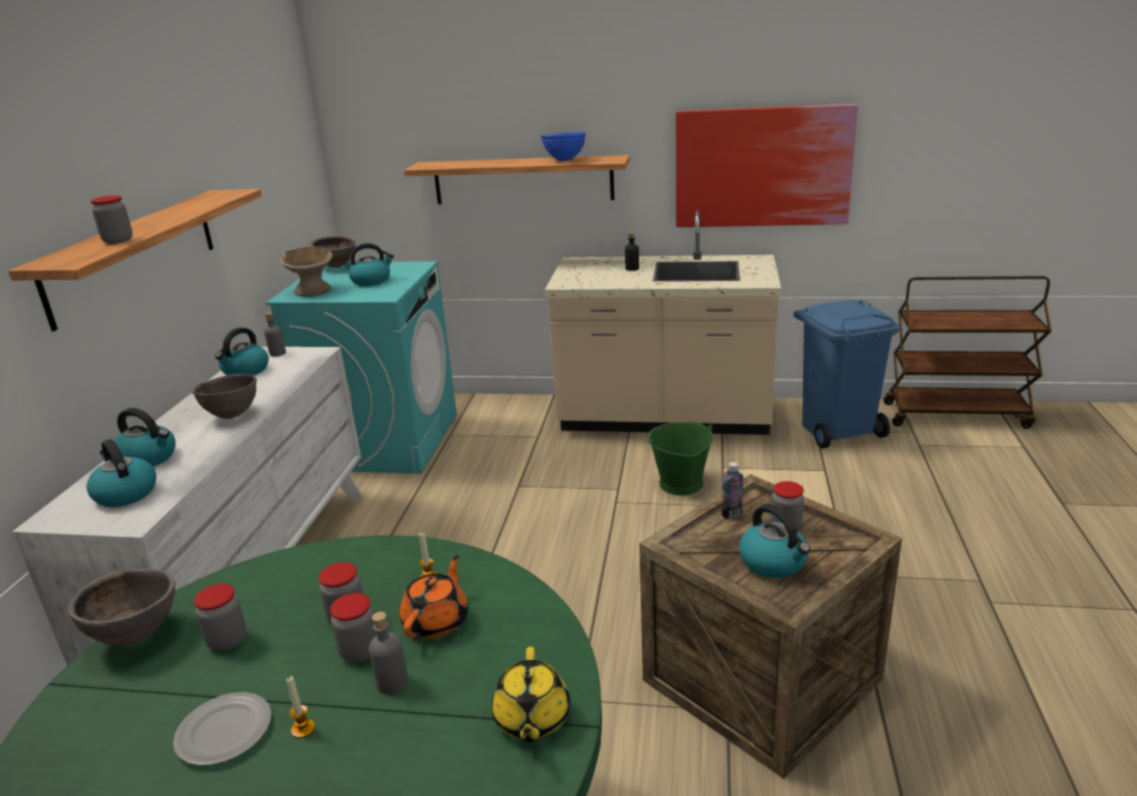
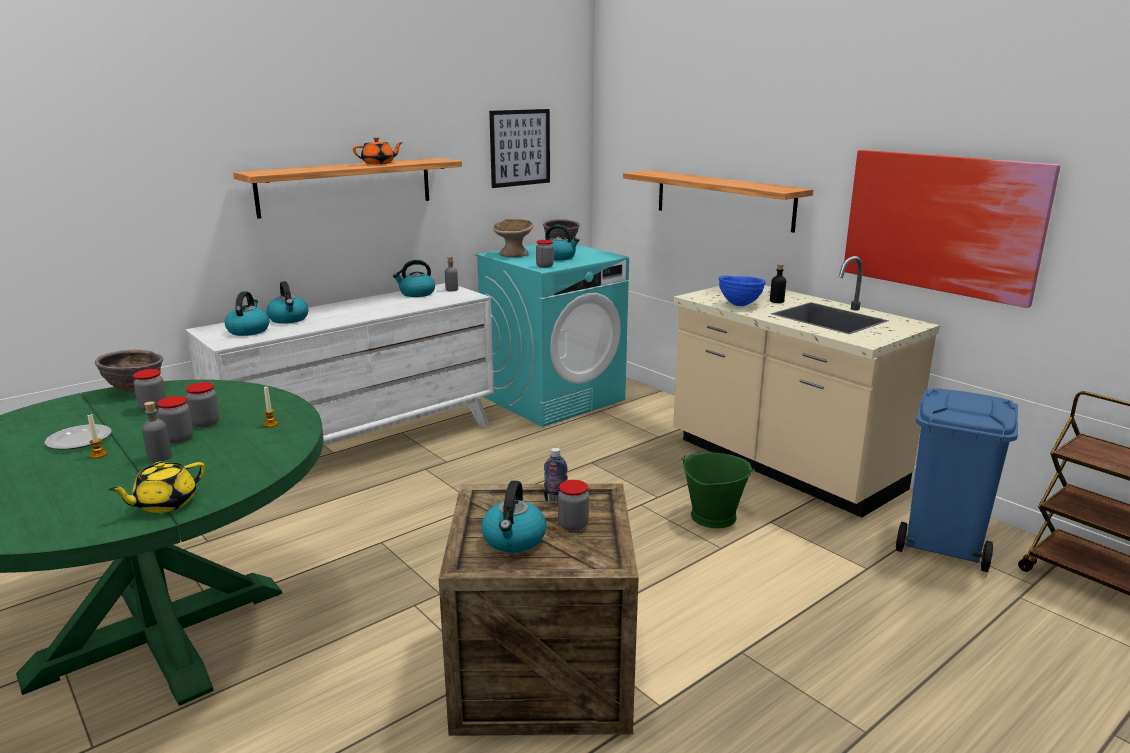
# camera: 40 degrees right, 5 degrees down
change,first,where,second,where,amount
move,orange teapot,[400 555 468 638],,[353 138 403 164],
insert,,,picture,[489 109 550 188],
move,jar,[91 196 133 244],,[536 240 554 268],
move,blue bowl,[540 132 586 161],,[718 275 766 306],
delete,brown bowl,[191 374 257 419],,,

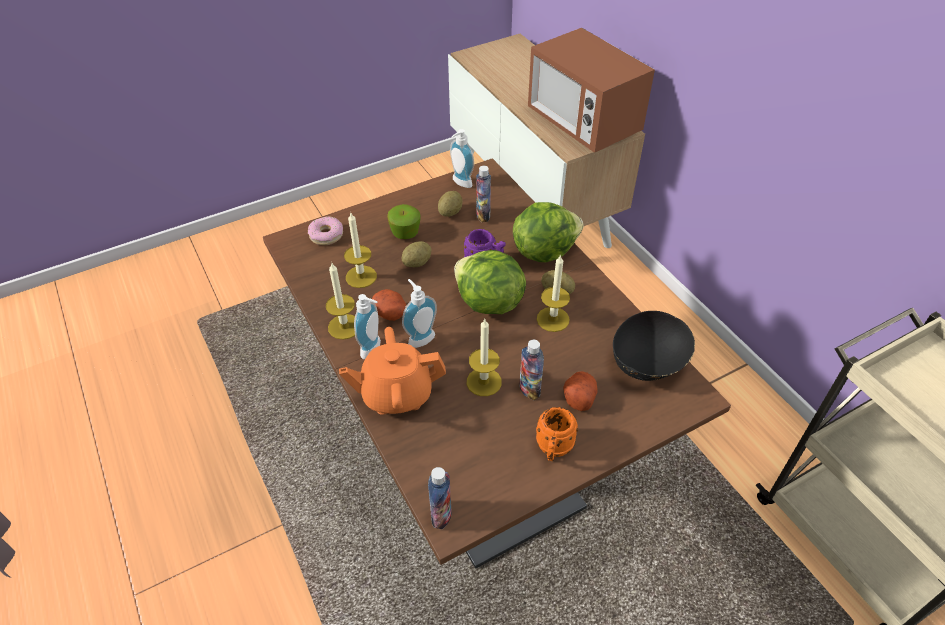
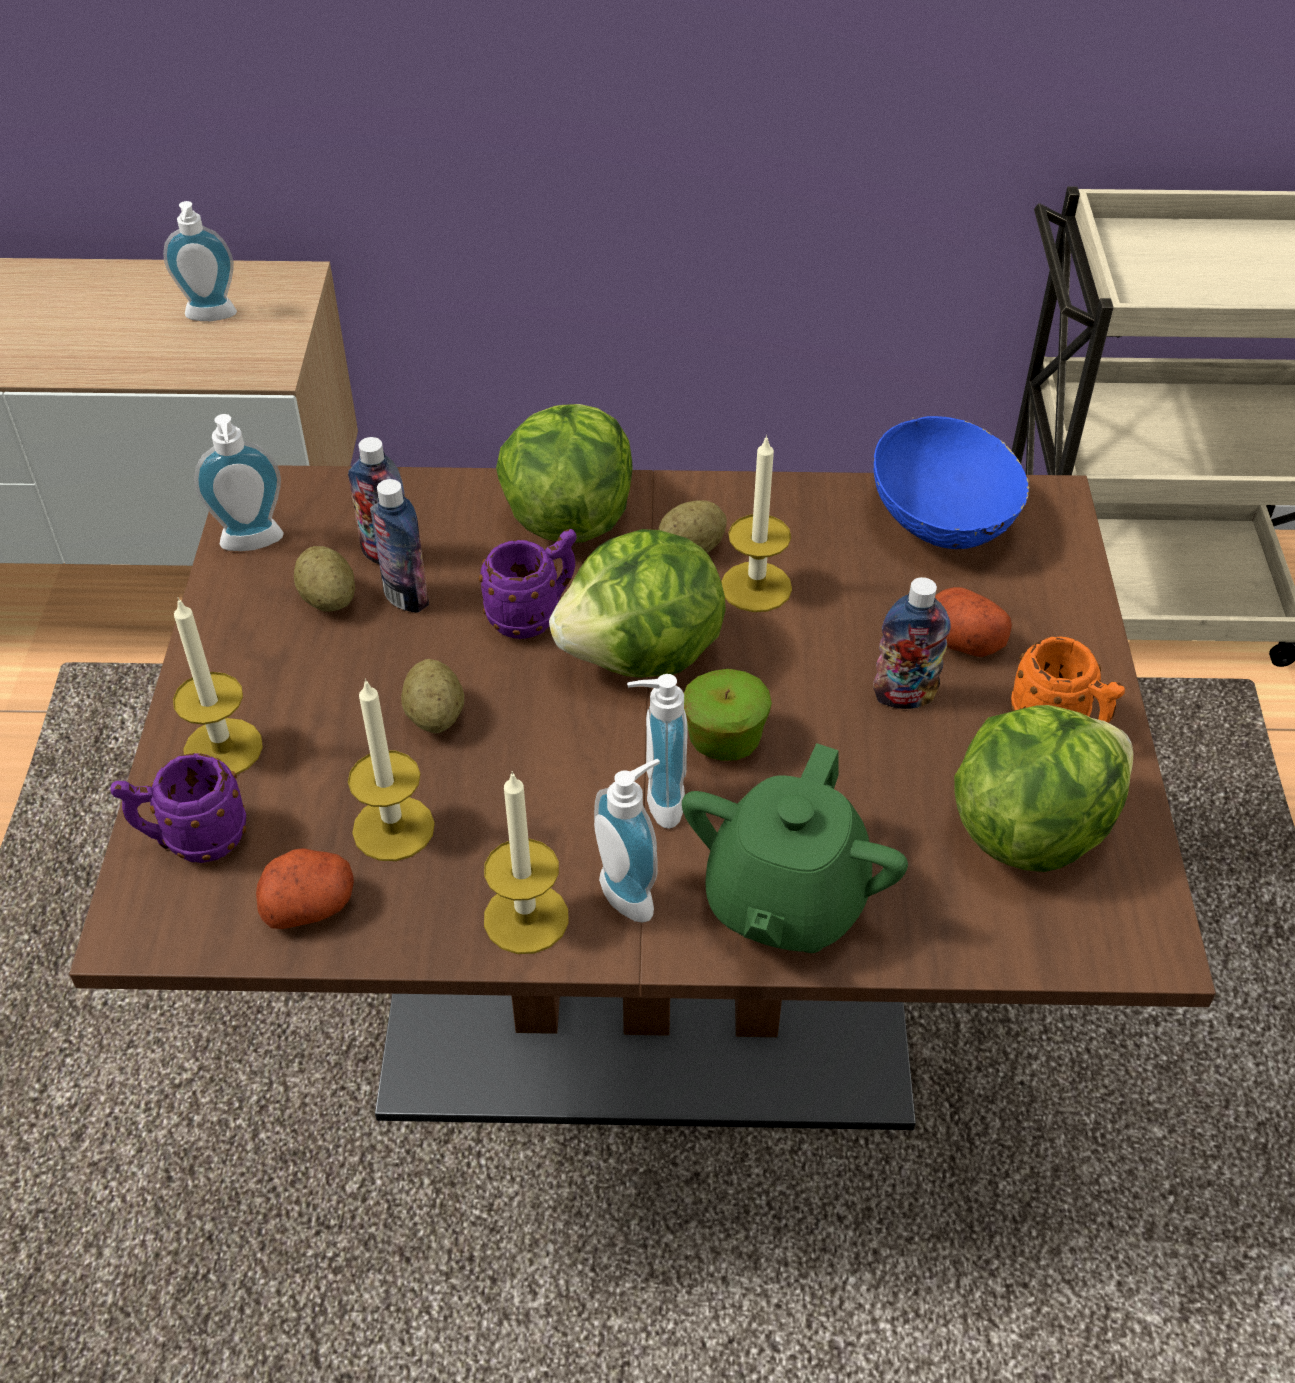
# camera: 60 degrees left, 0 degrees up
change,first,where,second,where,amount
replace,donut,[308 216 343 245],purple mug,[110 753 246 863],
replace,microwave,[528 28 655 153],soap dispenser,[163 201 237 321],
move,candle,[467 319 502 396],,[173 597 263 775],
move,potato,[372 289 406 321],,[256 848 354 929],
move,bottle,[428 467 452 529],,[370 479 429 612],
recolor,orange teapot,[339 327 446 415],green teapot,[682 743 908 953],
move,apple,[387 204 421 239],,[684 669 772 761],
recolor,black bowl,[613 311 695 381],blue bowl,[874 416 1030 549],
insert,,,lettuce,[954 705 1133 872],

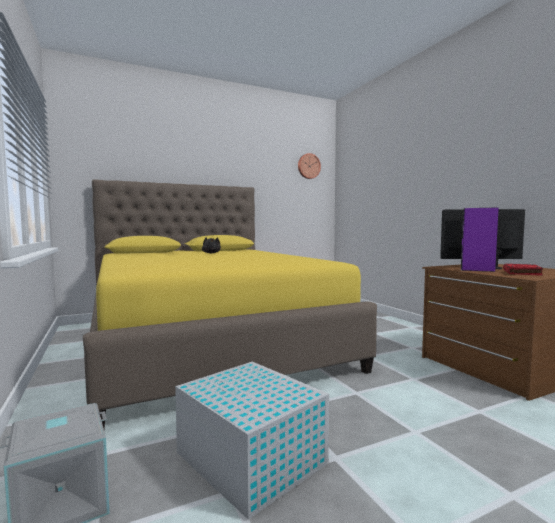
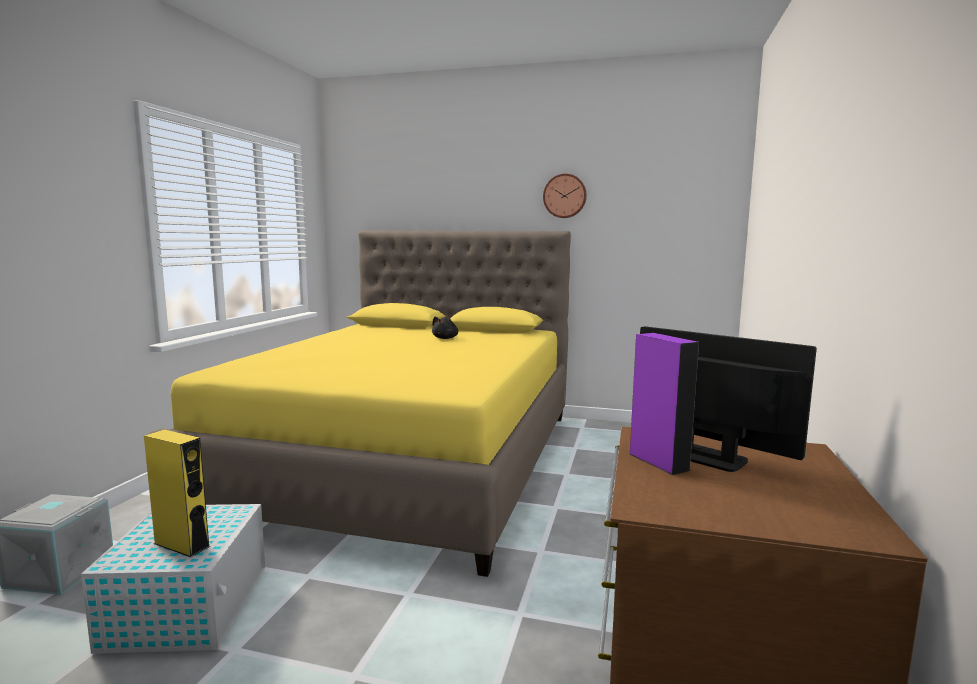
# camera: 40 degrees right, 5 degrees up
change,first,where,second,where,amount
insert,,,yellow speaker,[144 430 211 557],
move,wall clock,[298 153 321 179],,[543 174 587 218],
delete,red book,[503 263 543 276],,,

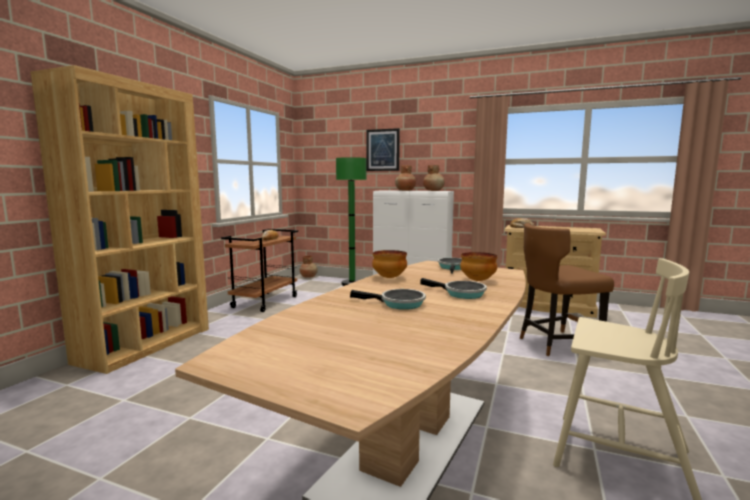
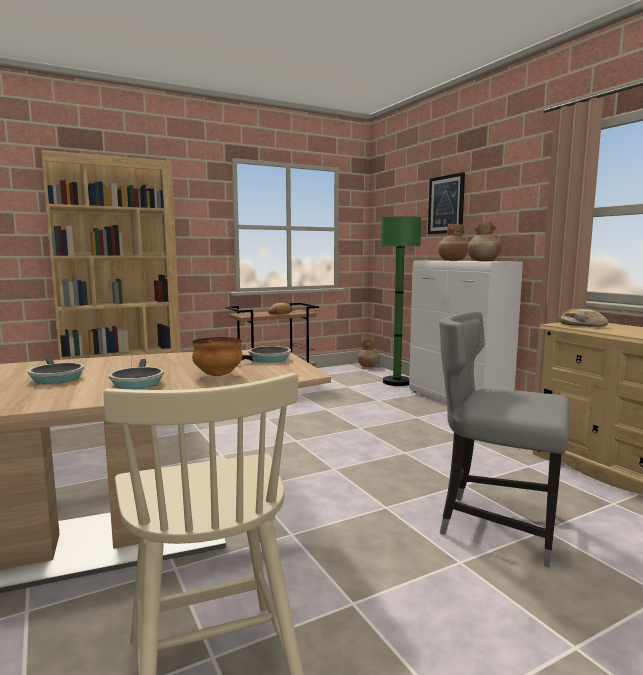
# camera: 40 degrees right, 0 degrees up
change,first,where,second,where,amount
recolor,brown chair,[520 223 614 356],grey chair,[439 312 570 568],
delete,bowl,[372 250 407 278],,,

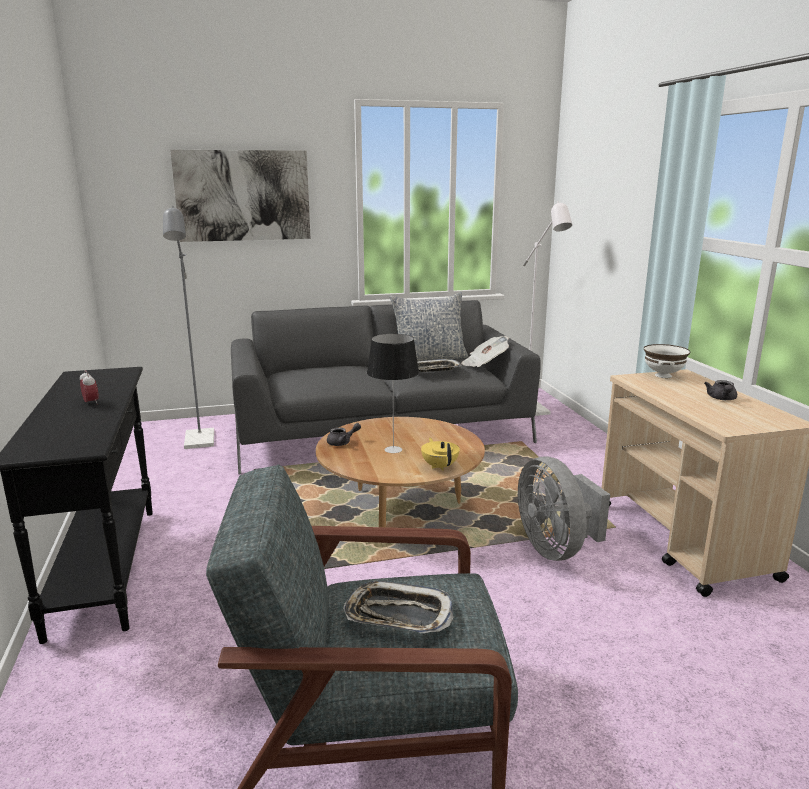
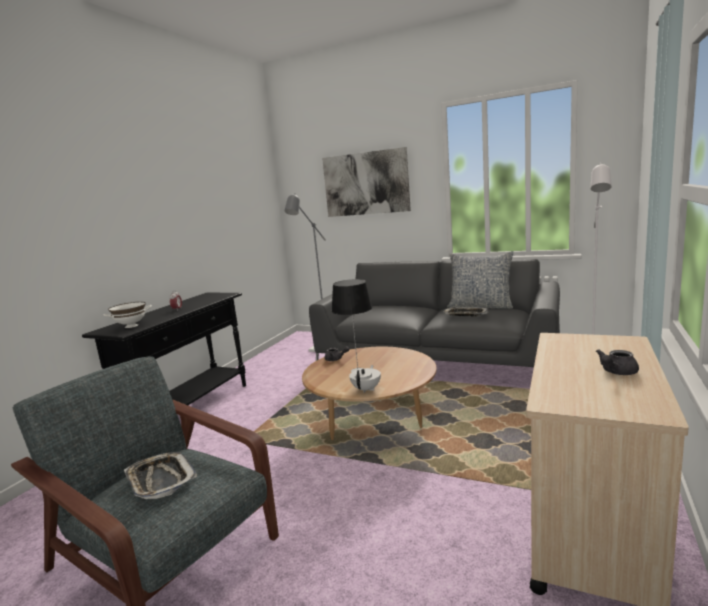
# camera: 40 degrees right, 5 degrees down
change,first,where,second,where,amount
move,white bowl,[644 344 690 378],,[103 302 152 328],
recolor,yellow teapot,[421 438 460 471],white teapot,[349 365 381 393],
delete,newspaper,[461 336 509 367],,,
delete,grey fan,[518 456 610 561],,,

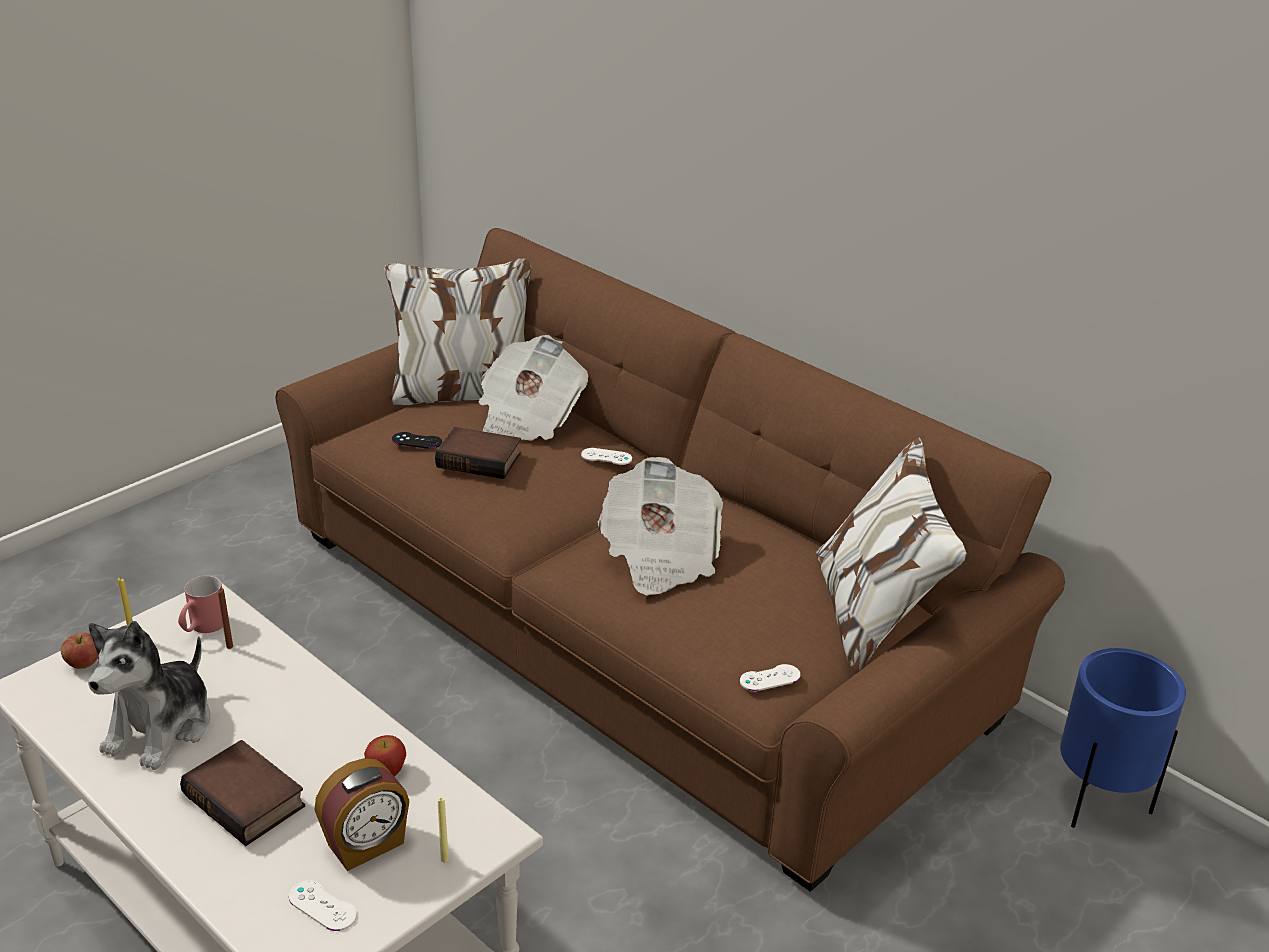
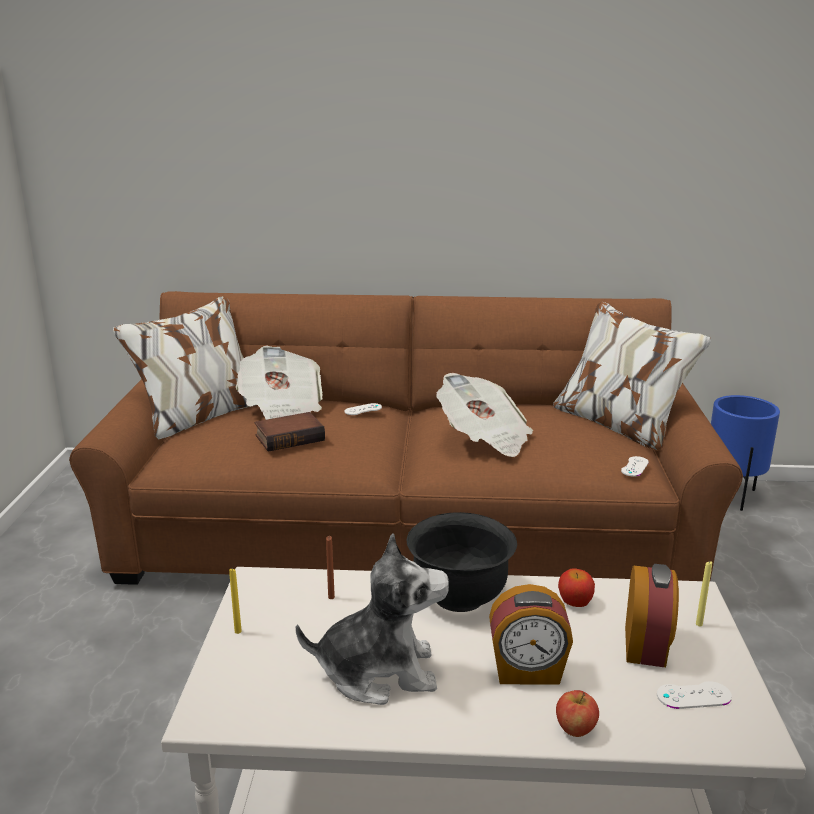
# camera: 40 degrees left, 10 degrees down
change,first,where,second,where,amount
rotate,plush toy,[88 621 210 770],,[296 533 449 705],75 degrees counterclockwise
insert,,,black bowl,[407 512 517 612],
replace,book,[180 740 305 846],alarm clock,[489 584 573 684],
move,apple,[61 633 98 669],,[556 690 599 737],
delete,red mug,[178 576 223 633],,,
delete,black game controller,[392 432 442 449],,,

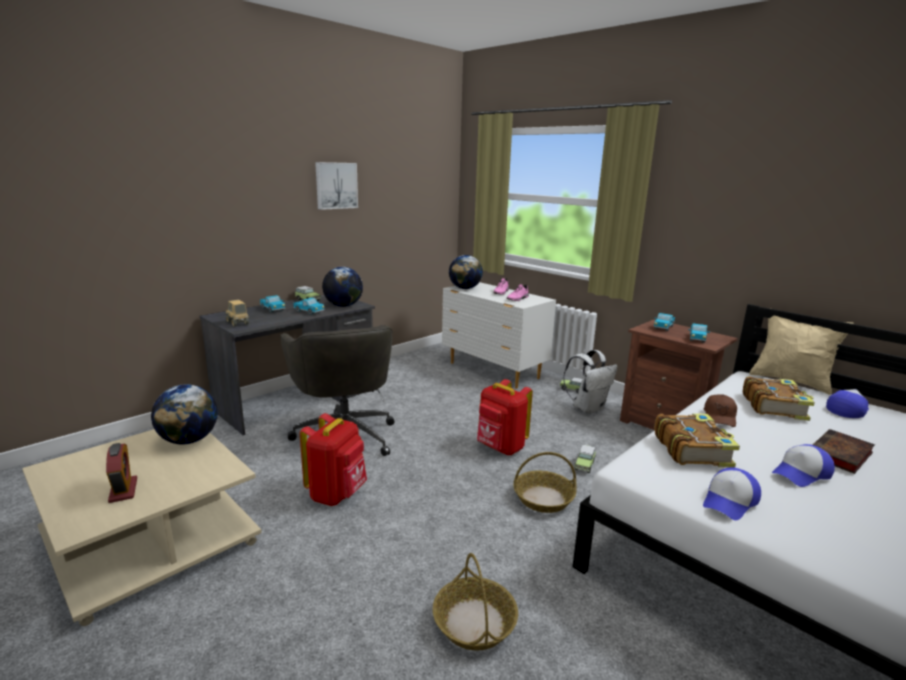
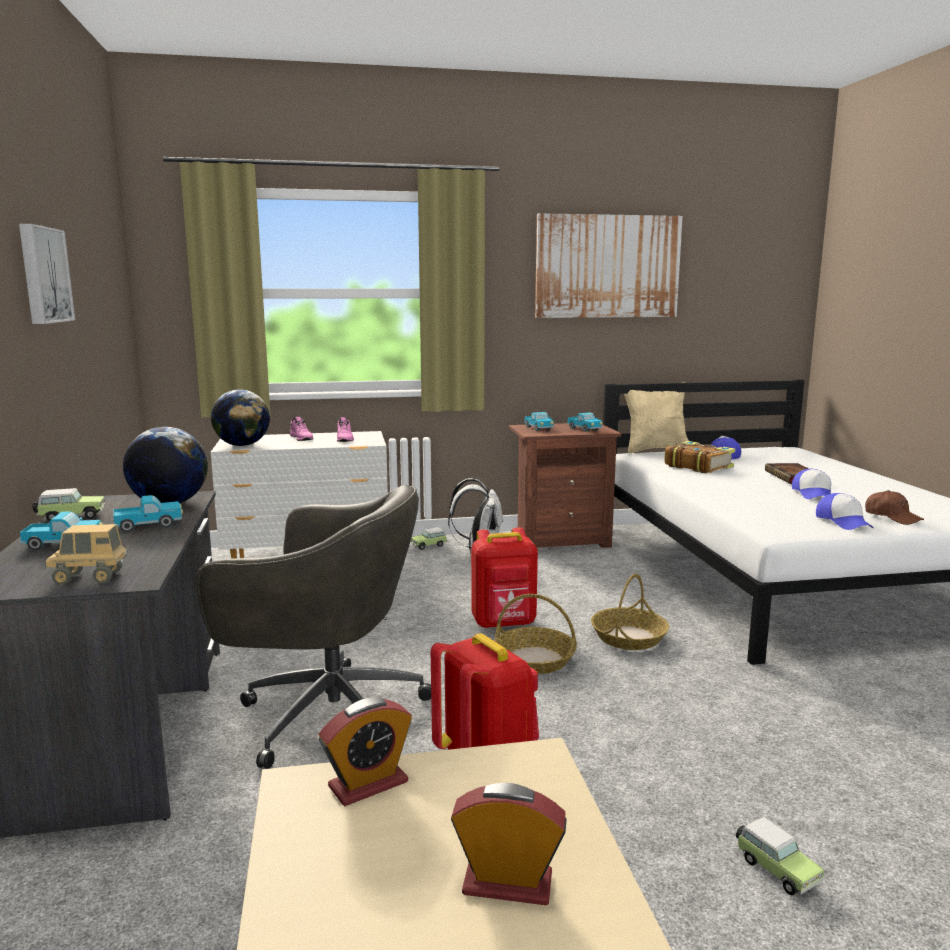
# camera: 55 degrees left, 5 degrees down
change,first,where,second,where,amount
replace,globe,[151 384 218 445],alarm clock,[319 697 412 806],
move,basket,[433 553 518 651],,[494 594 577 674],
insert,,,picture,[535 213 683 318],
move,toy car,[575 445 596 473],,[736 817 824 895],
move,brown cap,[704 394 737 427],,[865 490 924 525],
delete,book,[654 413 740 468],,,

